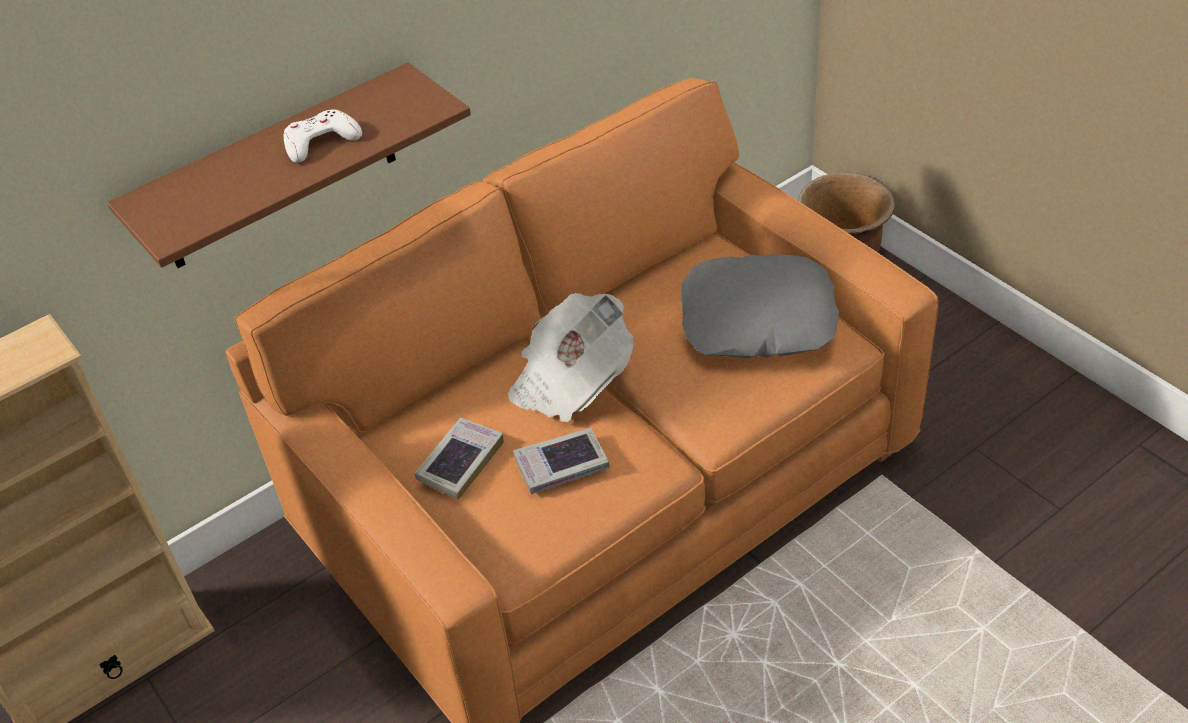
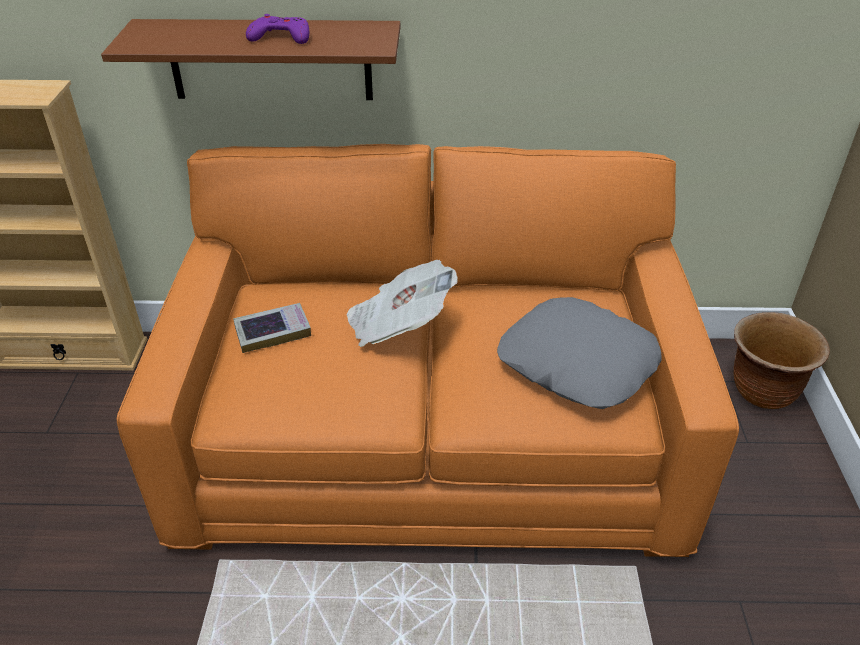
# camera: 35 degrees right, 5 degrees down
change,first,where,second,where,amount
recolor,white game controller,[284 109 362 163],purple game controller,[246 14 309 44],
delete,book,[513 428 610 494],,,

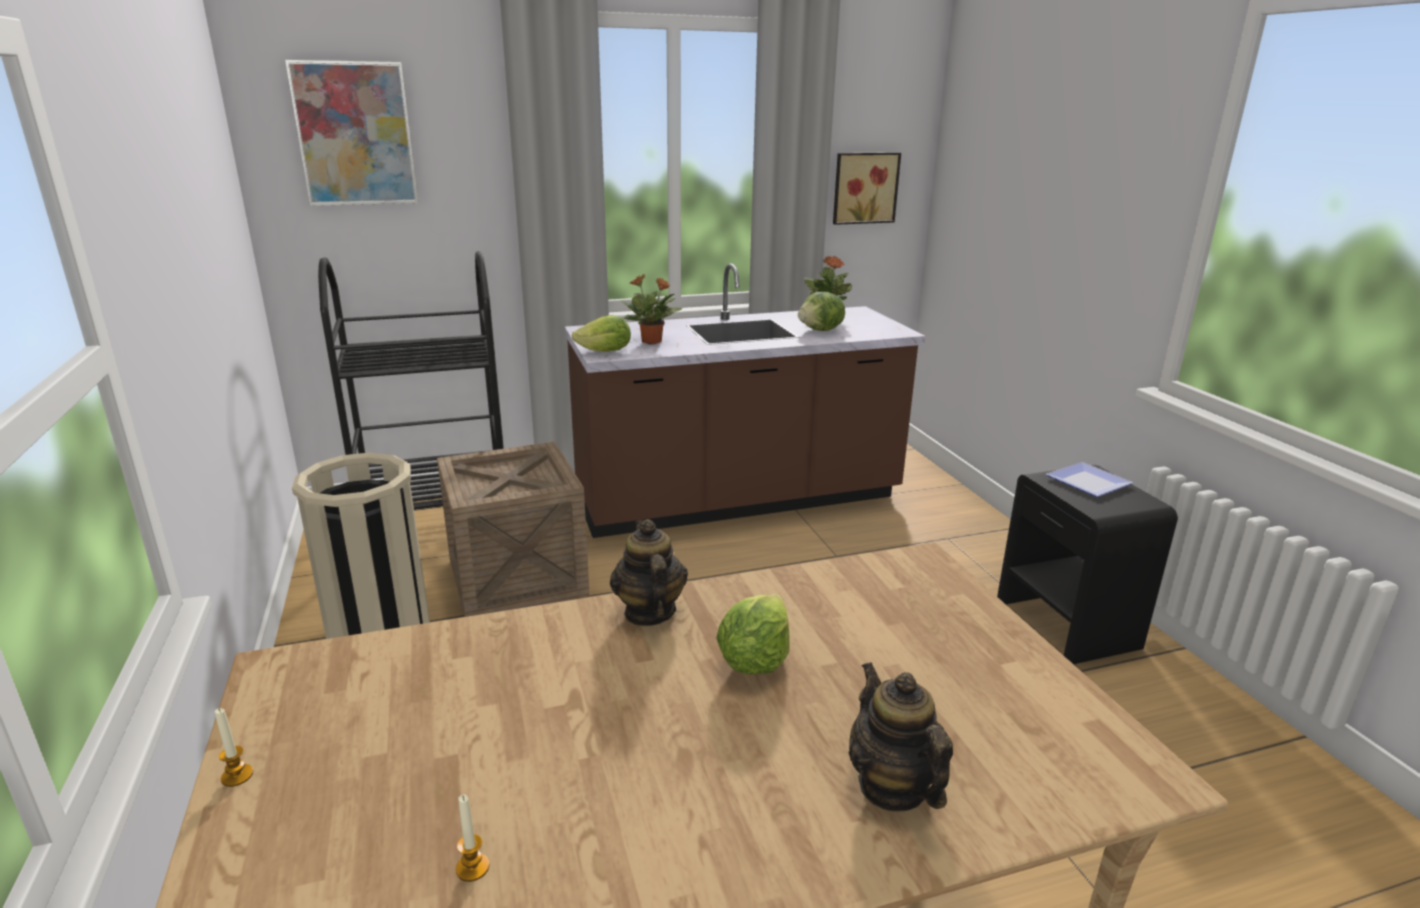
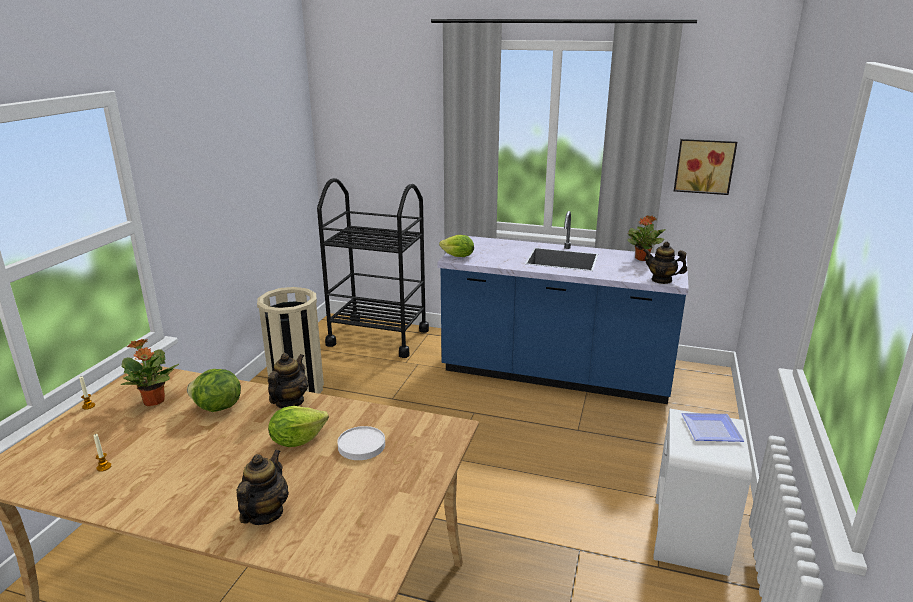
# camera: 35 degrees right, 0 degrees up
change,first,where,second,where,amount
move,potted plant,[620 274 682 344],,[121 339 179 406],
move,lettuce,[798 292 845 331],,[187 369 241 412],
insert,,,white plate,[337 426 385 460],
recolor,brown counter,[565 263 925 538],blue counter,[438 211 689 404],
insert,,,teapot,[643 242 687 284],
recolor,black nightstand,[997 465 1178 664],white nightstand,[653 409 752 576],
delete,picture,[285 60 418 206],,,
delete,crate,[437 442 590 617],,,

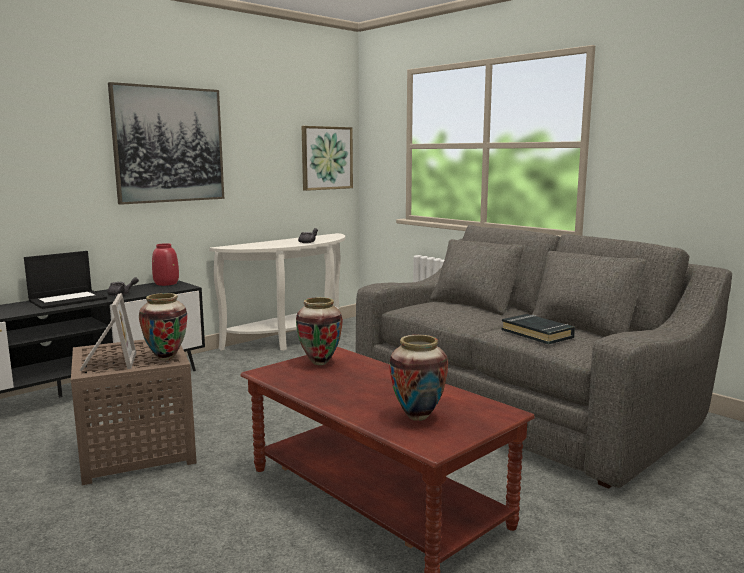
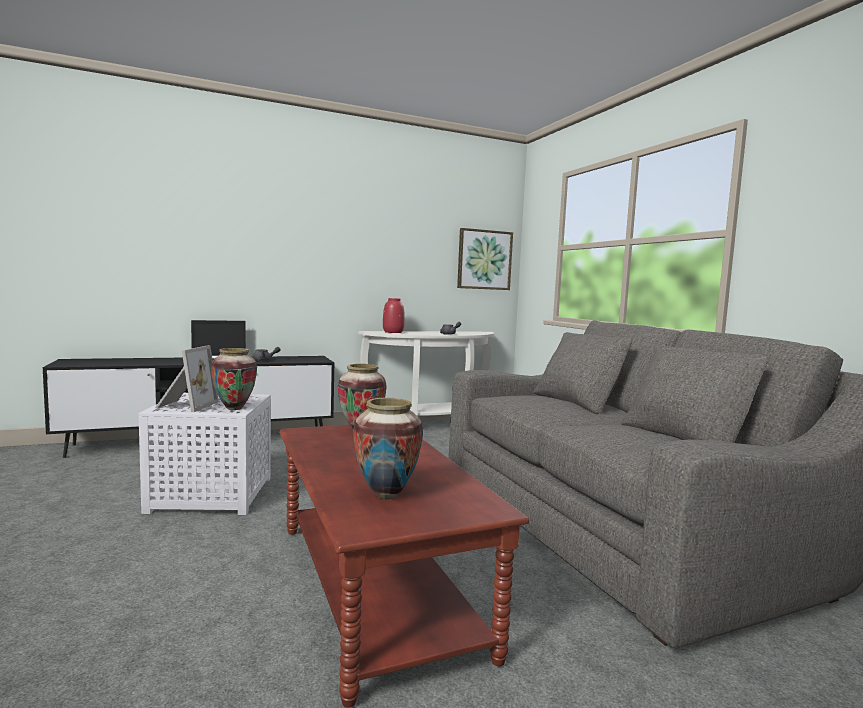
# camera: 20 degrees right, 5 degrees down
change,first,where,second,where,amount
recolor,brown side table,[71 339 197 485],white side table,[138 393 271 515],
move,red vase,[152 243 179 286],,[383 298 405 333],
delete,picture,[108 82 224 205],,,
delete,black book,[501 314 575 344],,,

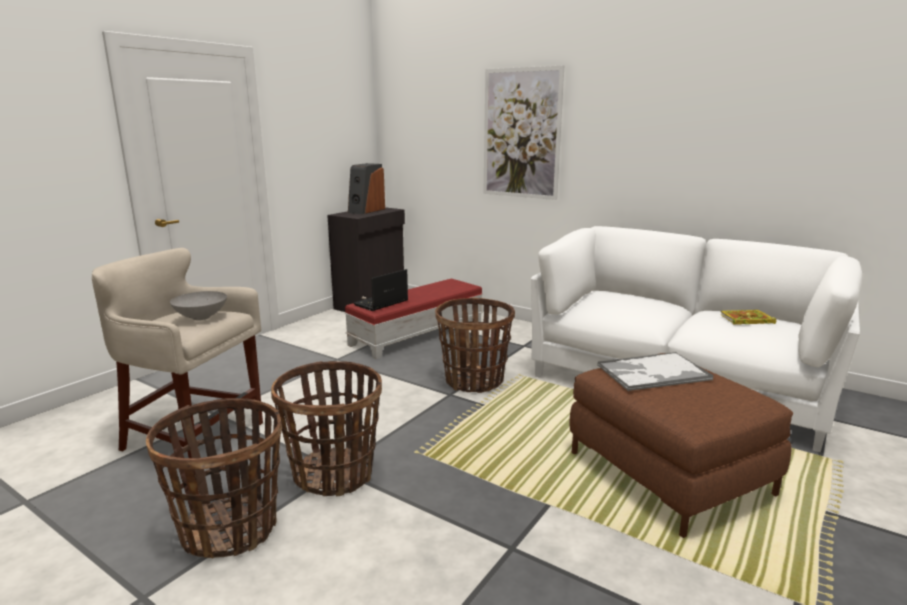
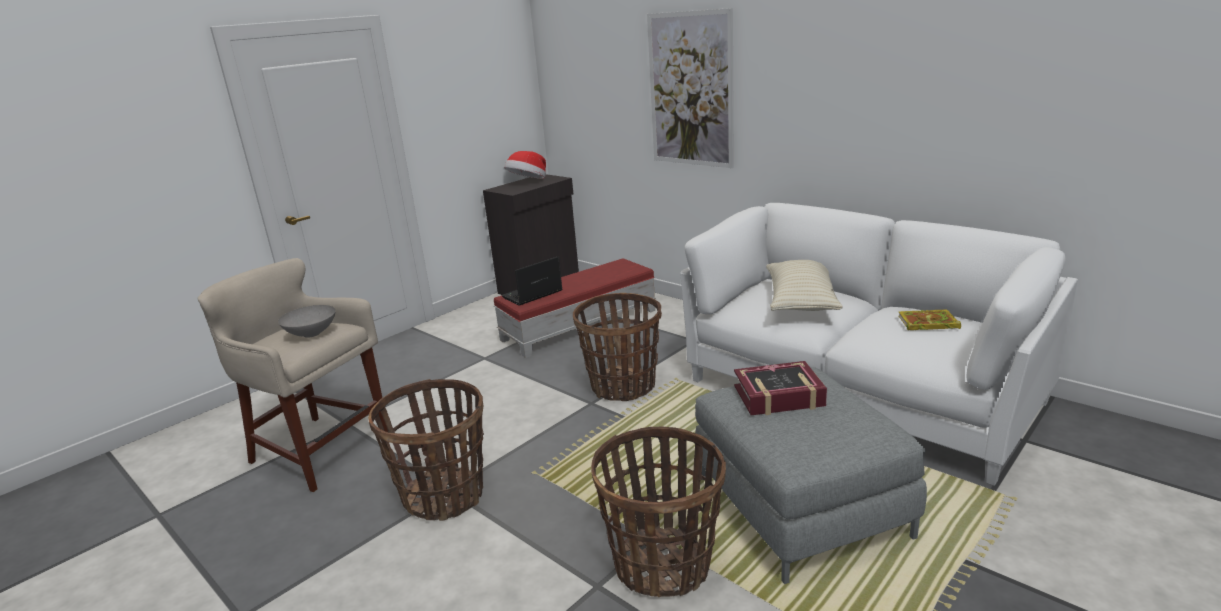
# camera: 10 degrees right, 5 degrees up
change,first,where,second,where,amount
replace,speaker,[348 163 385 214],hat,[504 151 546 179],
move,basket,[146 398 282 558],,[591 426 726 597],
recolor,brown ottoman,[569 353 793 538],grey ottoman,[695 367 927 584],
replace,tray,[597 352 714 391],book,[734 361 827 415],
insert,,,beige pillow,[766 260 843 311],

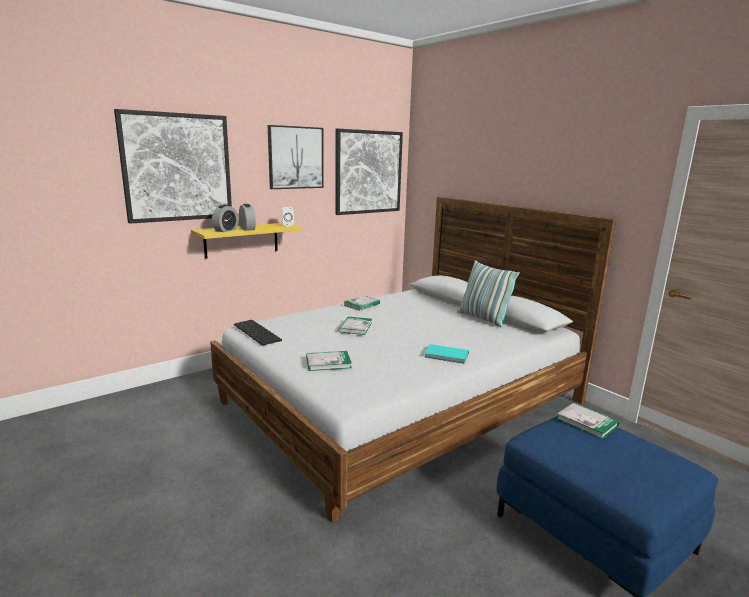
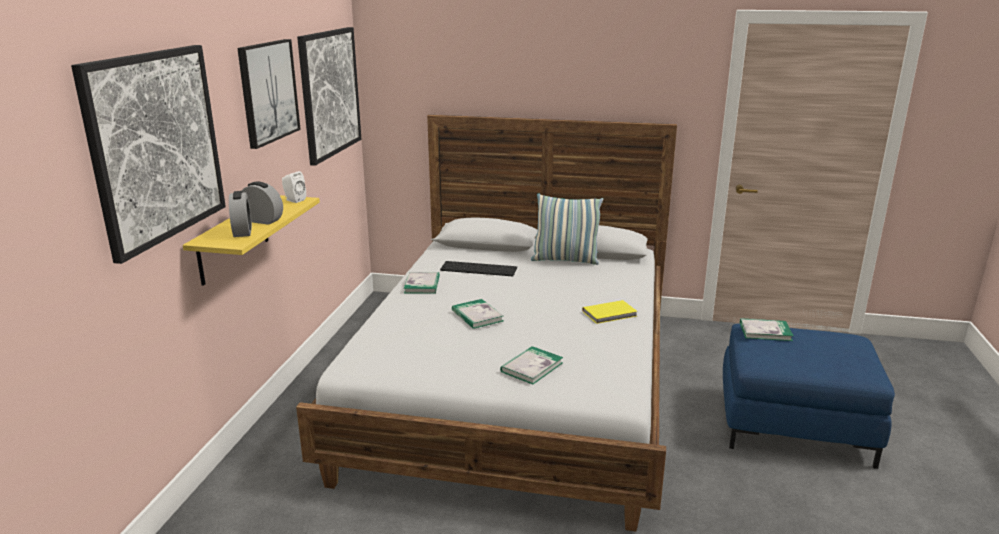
# camera: 40 degrees left, 5 degrees up
change,first,where,second,where,amount
move,keyboard,[234 320 282 346],,[440 261 517 276],
recolor,turquoise book,[424 344 469 364],yellow book,[582 300 638 324],

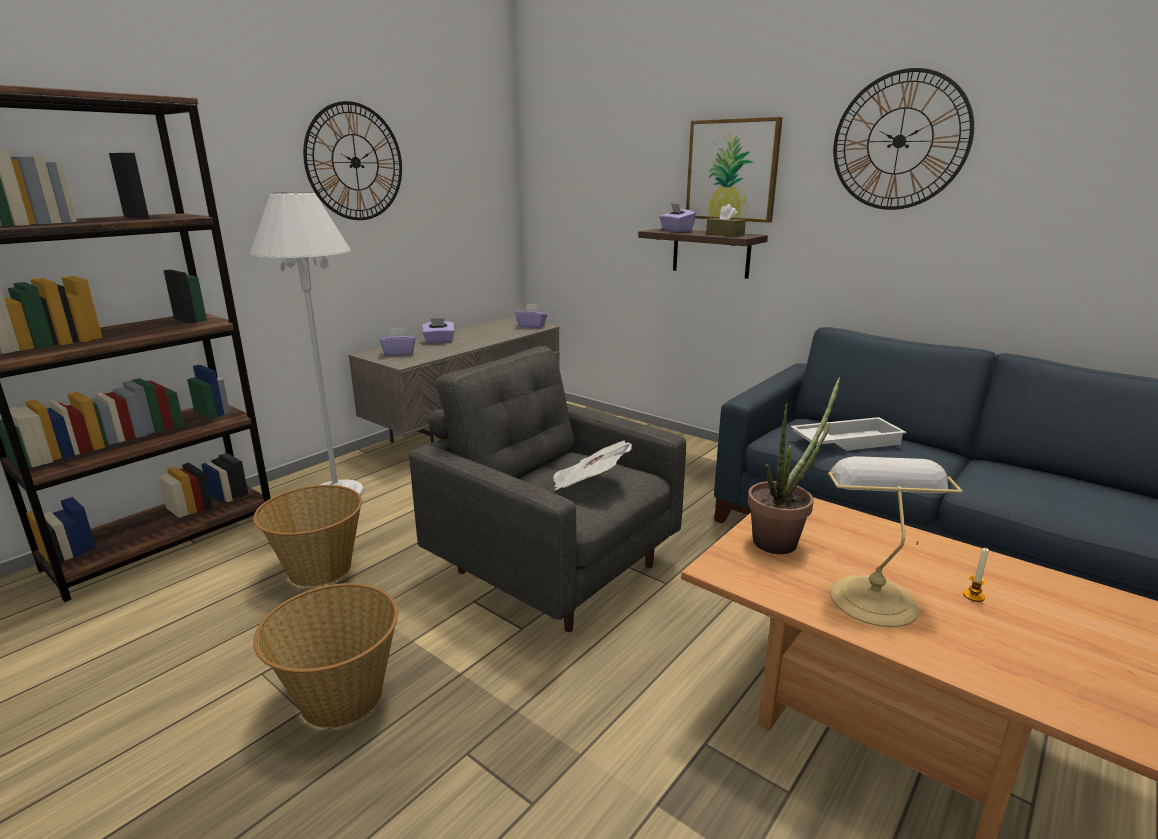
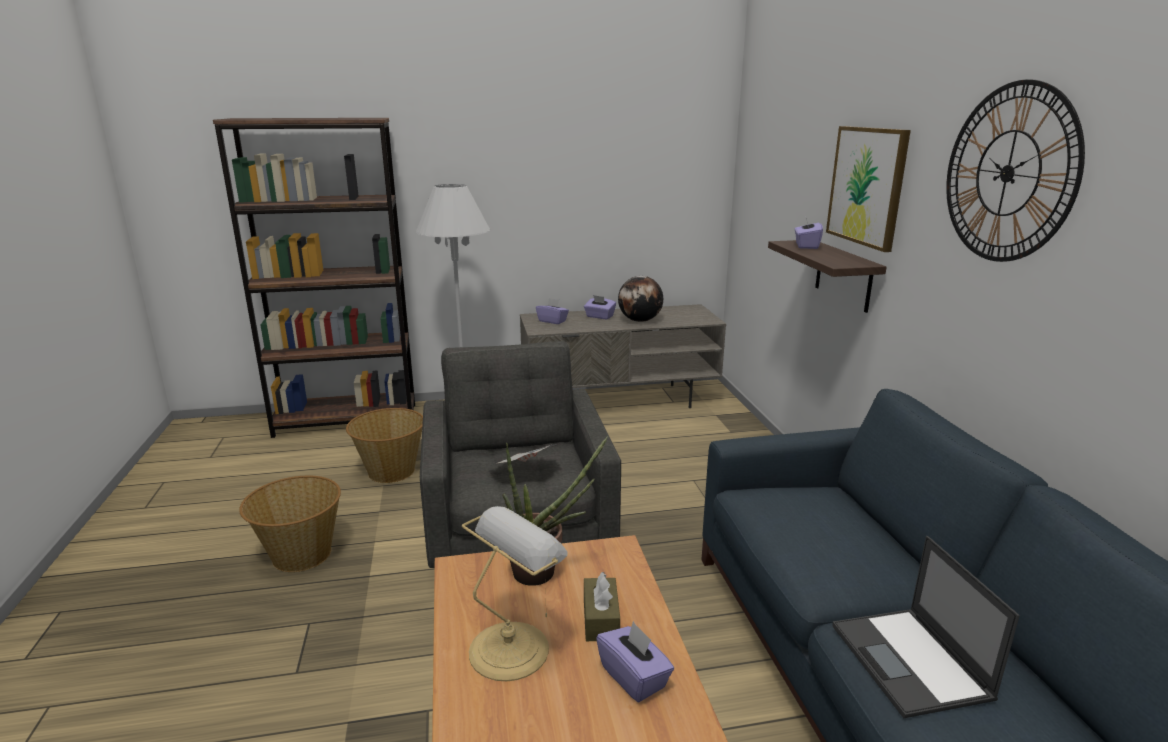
# camera: 40 degrees right, 0 degrees up
change,first,where,second,where,amount
move,brown tissue box,[706 204 746 237],,[584 572 620 641],
move,purple tissue box,[515 303 547 328],,[596 621 674 702],
insert,,,globe,[618 276 663 322],
insert,,,laptop,[832 536 1020 718],
delete,wall clock,[303 101 402 220],,,
delete,white tray,[790 417 907 451],,,
delete,candle,[963 548 989 602],,,

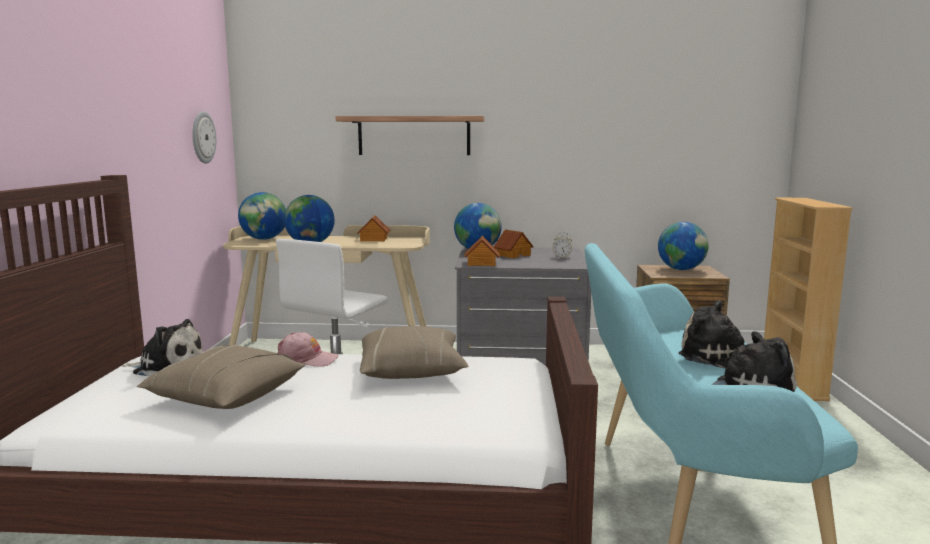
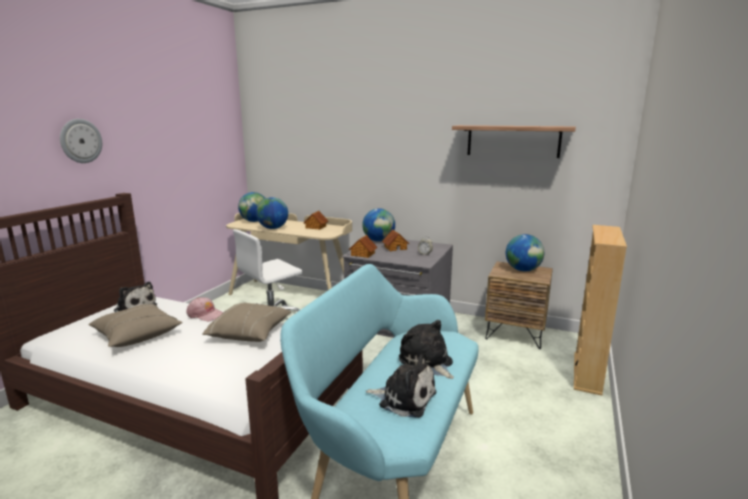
# camera: 20 degrees right, 5 degrees up
change,first,where,second,where,amount
move,wall clock,[192 111 216 164],,[60 119 102 163],
move,shelf,[336 116 484 155],,[452 125 576 158],

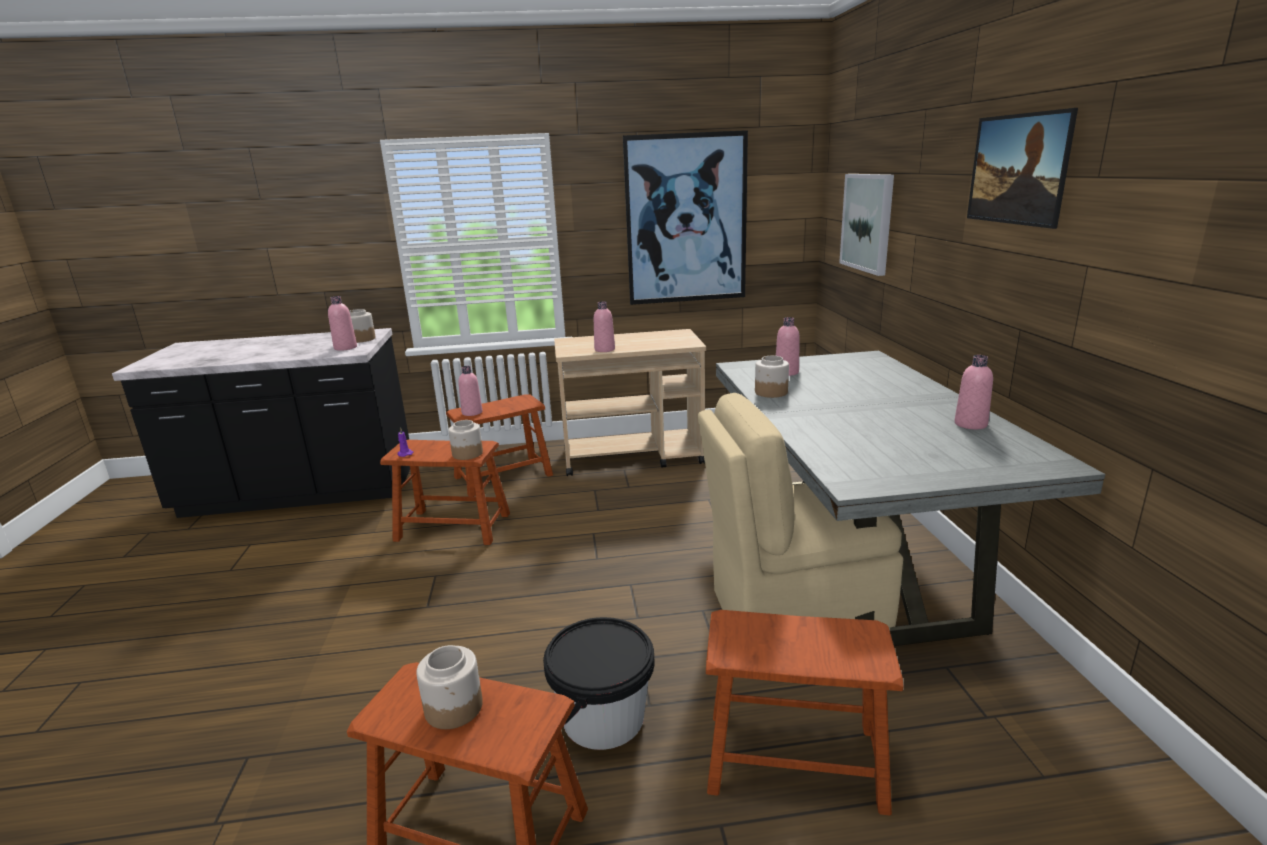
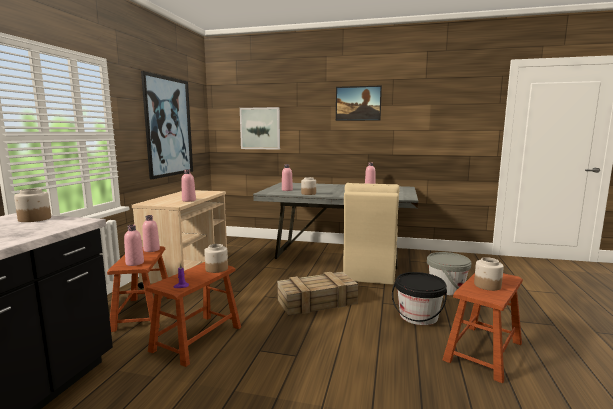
# camera: 70 degrees left, 10 degrees down
change,first,where,second,where,amount
move,pink bottle,[328 296 357 351],,[142 215 160 252],
insert,,,crate,[277 272 358 316],
replace,brown stool,[706 610 904 816],grey bucket,[427 252 472 295],

